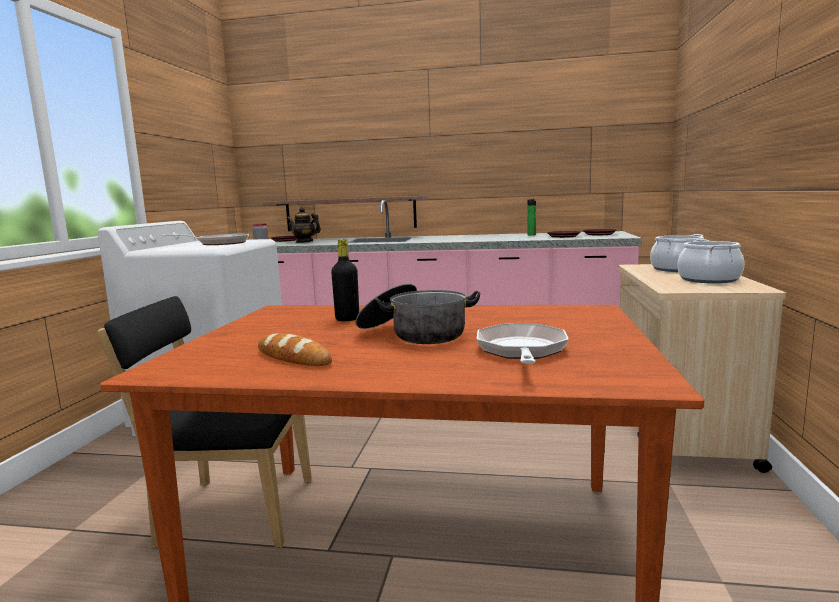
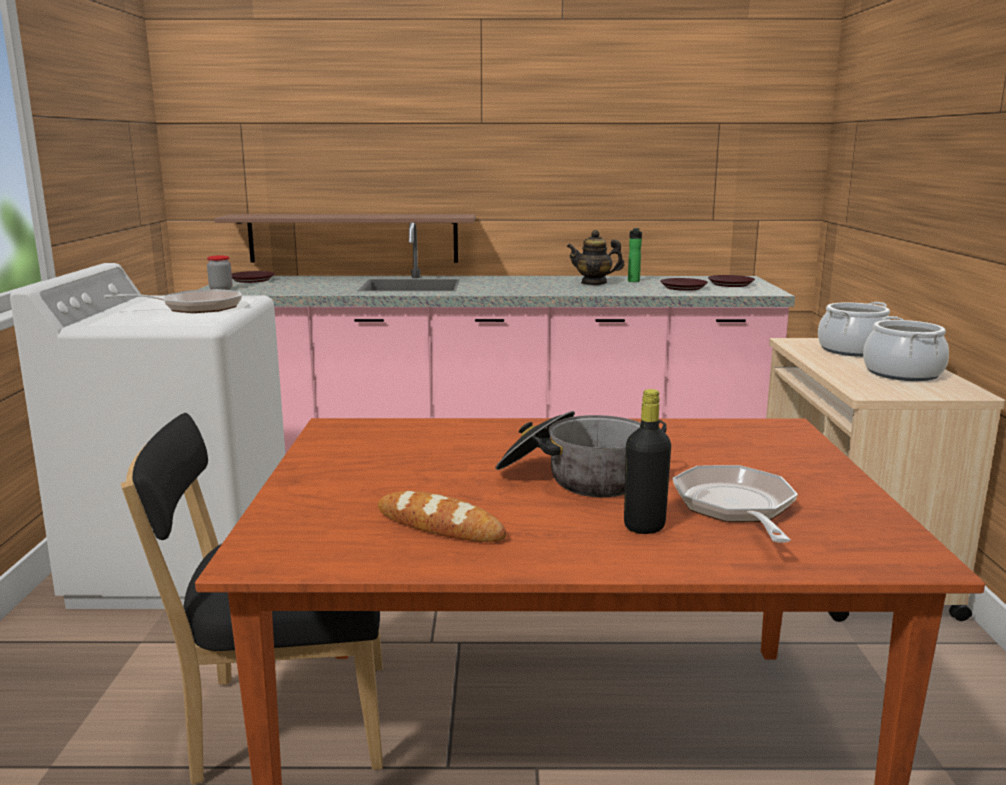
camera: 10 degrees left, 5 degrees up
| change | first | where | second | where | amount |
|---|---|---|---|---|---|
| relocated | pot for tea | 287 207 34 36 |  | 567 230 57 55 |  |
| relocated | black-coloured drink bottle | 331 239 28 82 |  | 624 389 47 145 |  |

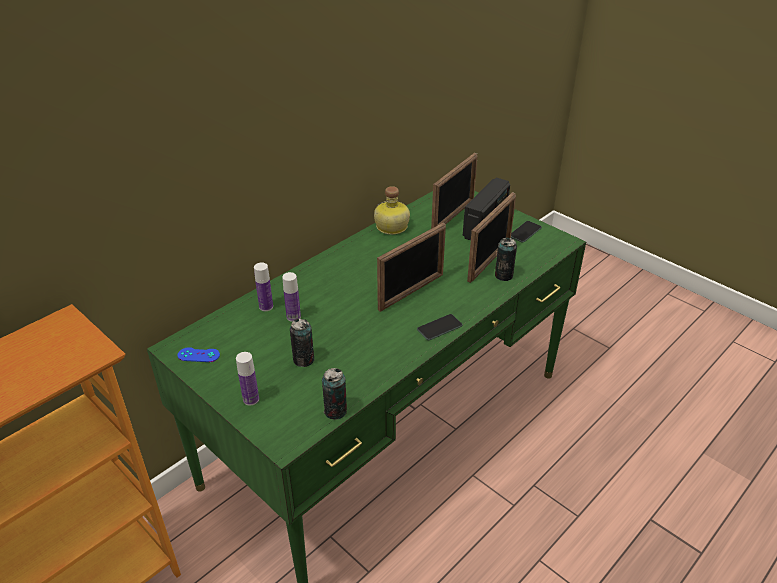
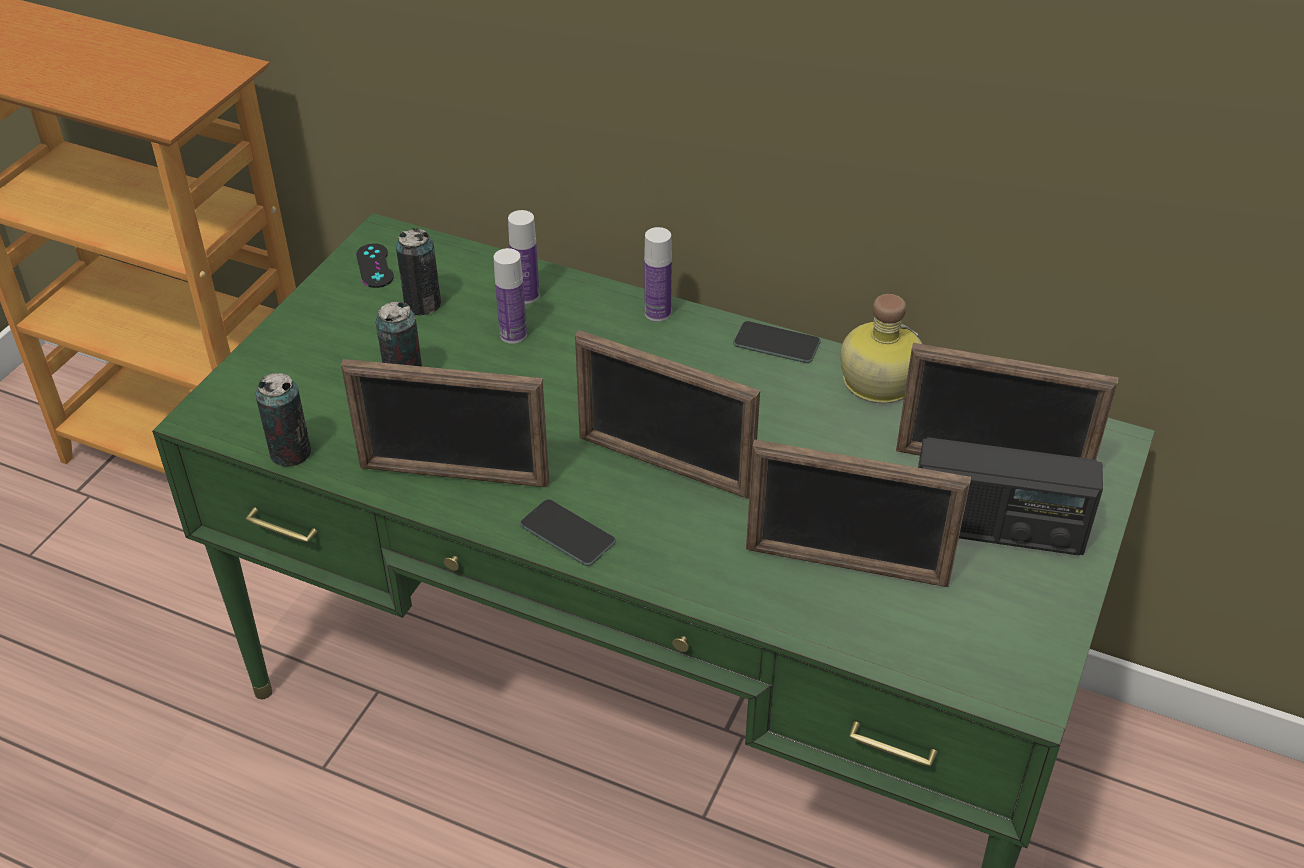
camera: 70 degrees right, 5 degrees up
| change | first | where | second | where | amount |
|---|---|---|---|---|---|
| appeared |  |  | photo frame | 341 359 208 129 |  |
| relocated | drink bottle | 236 352 23 53 |  | 644 227 28 95 |  |
| relocated | sealed can | 495 237 22 44 |  | 396 228 45 88 |  |
| relocated | telephone | 511 221 31 22 |  | 733 321 88 42 |  |
| colour | blue-coloured game controller | 178 347 42 15 | black-coloured game controller | 356 243 38 45 |  |

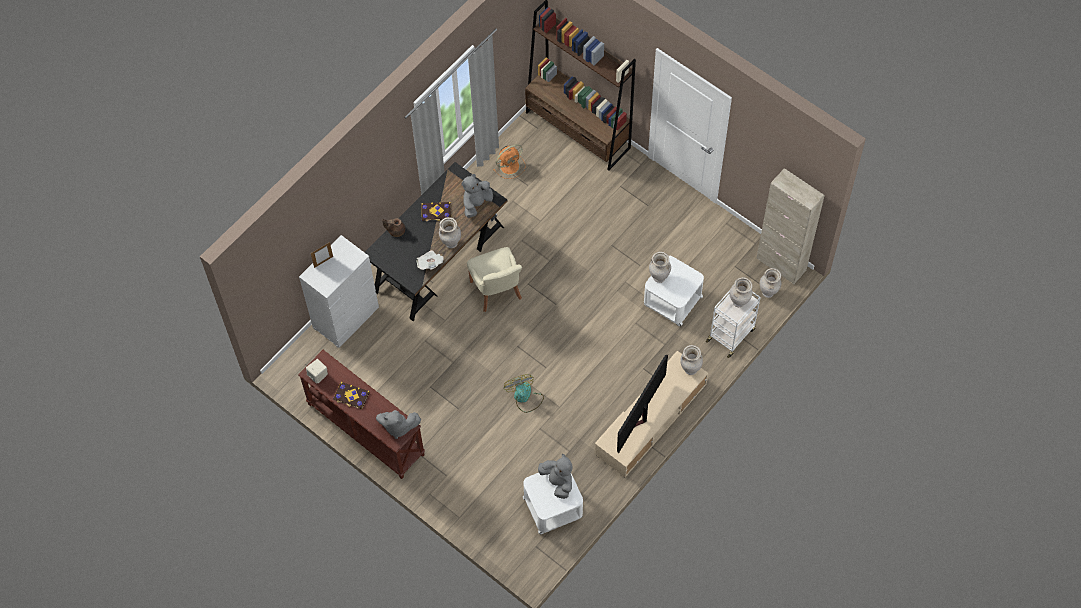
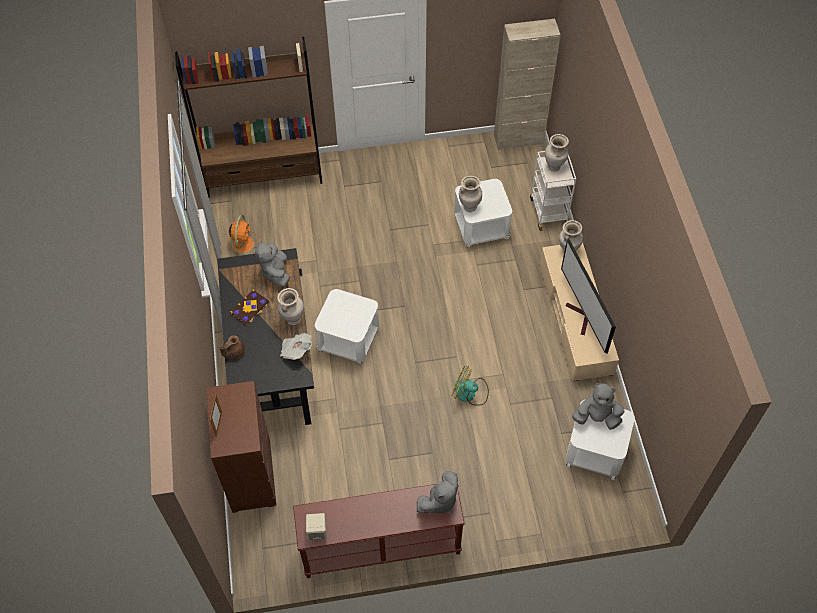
camera: 50 degrees left, 5 degrees down
| change | first | where | second | where | amount |
|---|---|---|---|---|---|
| missing | book | 333 382 37 27 |  |  |  |
| missing | beige decorative vase | 760 268 21 30 |  |  |  |
| exchanged | beige upright chair | 467 247 55 65 | whitish accent table | 315 289 64 75 |  |
| colour | whitish chest of drawers | 299 235 80 113 | brown chest of drawers | 206 381 70 132 |  |

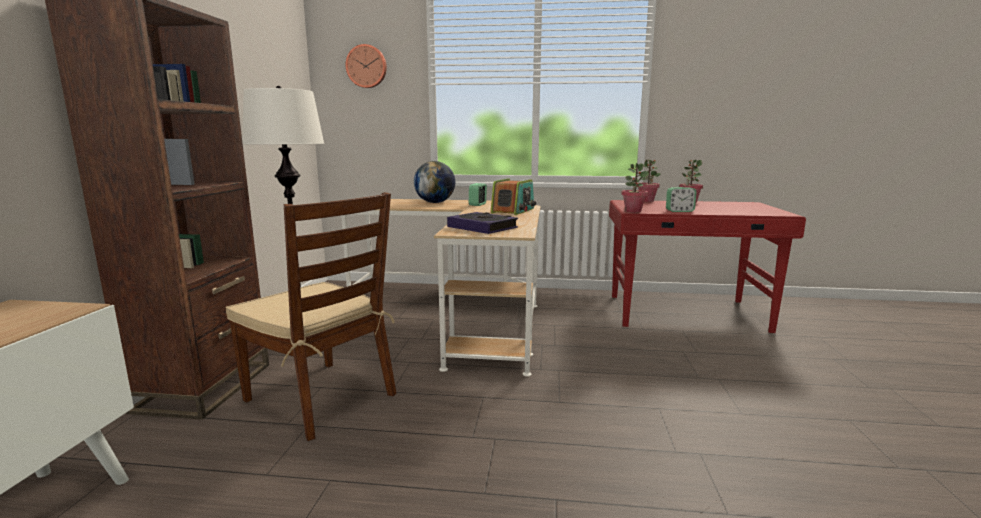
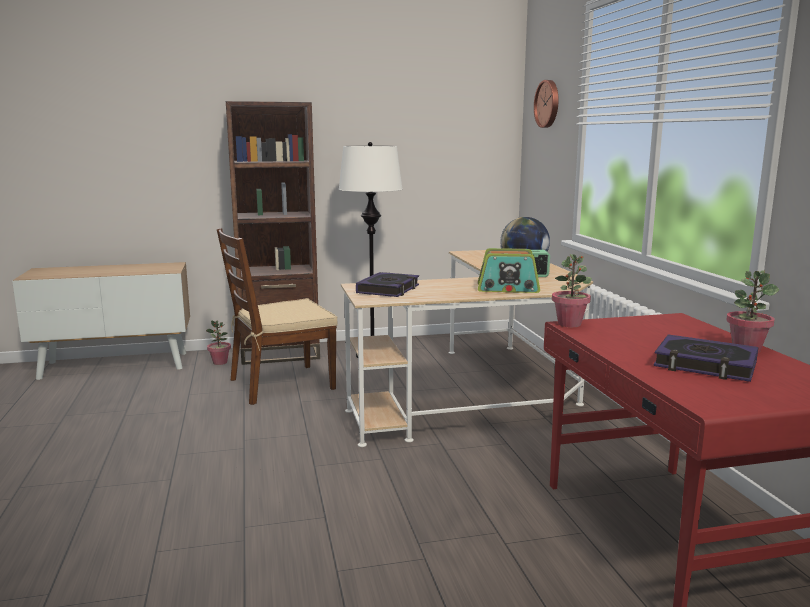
camera: 70 degrees right, 0 degrees up
| change | first | where | second | where | amount |
|---|---|---|---|---|---|
| missing | alarm clock | 666 187 30 25 |  |  |  |
| appeared |  |  | book | 653 334 105 48 |  |
| relocated | plant in a pot | 638 159 22 43 |  | 206 321 25 44 |  |
| spun | brown upright chair | 226 192 170 249 |  | 217 228 121 177 | 45 degrees clockwise |

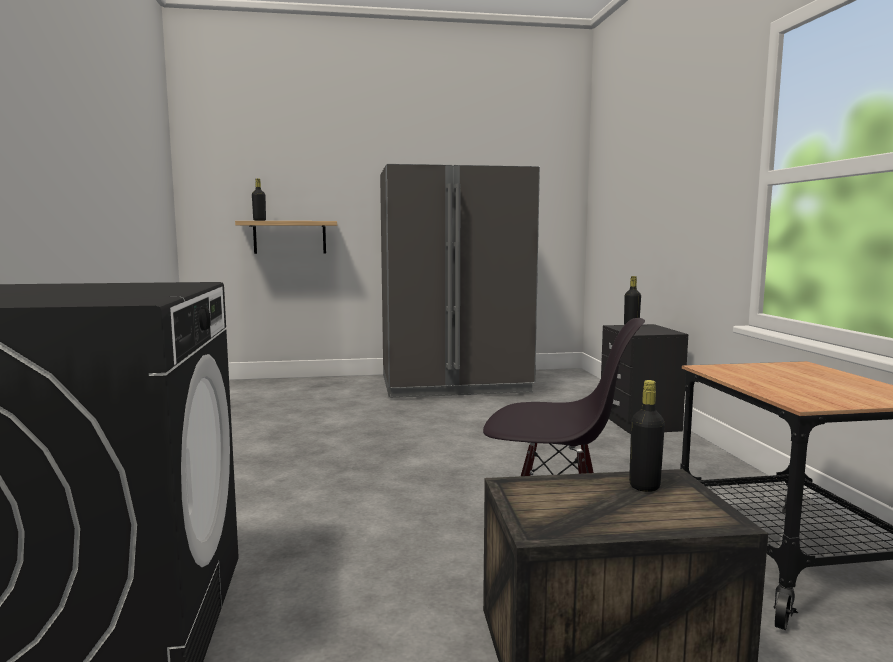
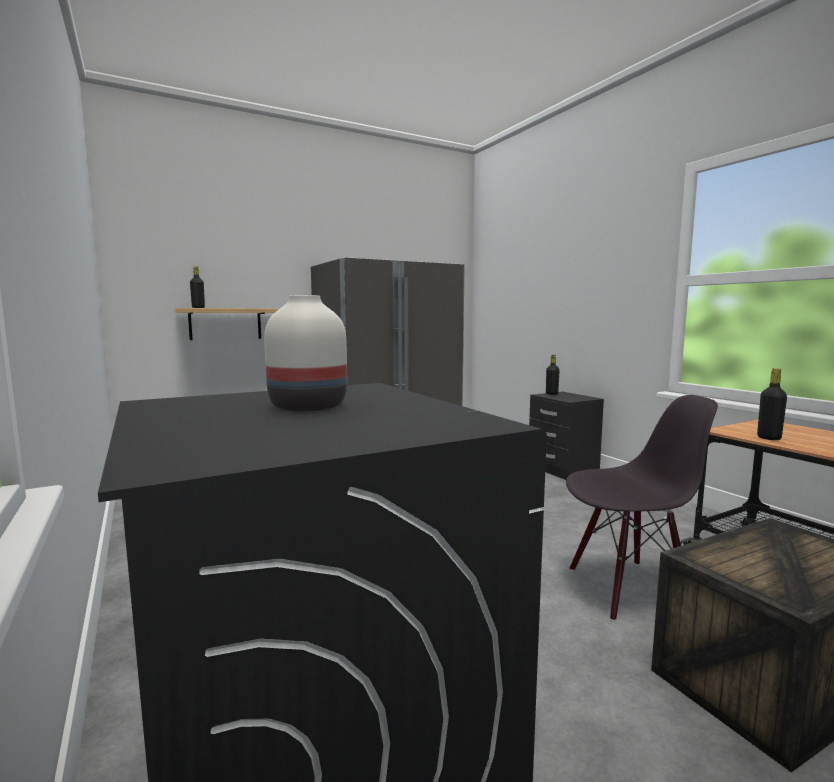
camera: 20 degrees left, 0 degrees up
| change | first | where | second | where | amount |
|---|---|---|---|---|---|
| appeared |  |  | whitish decorative vase | 264 295 83 117 |  |
| relocated | black-coloured drink bottle | 629 380 36 112 |  | 757 368 30 72 |  |

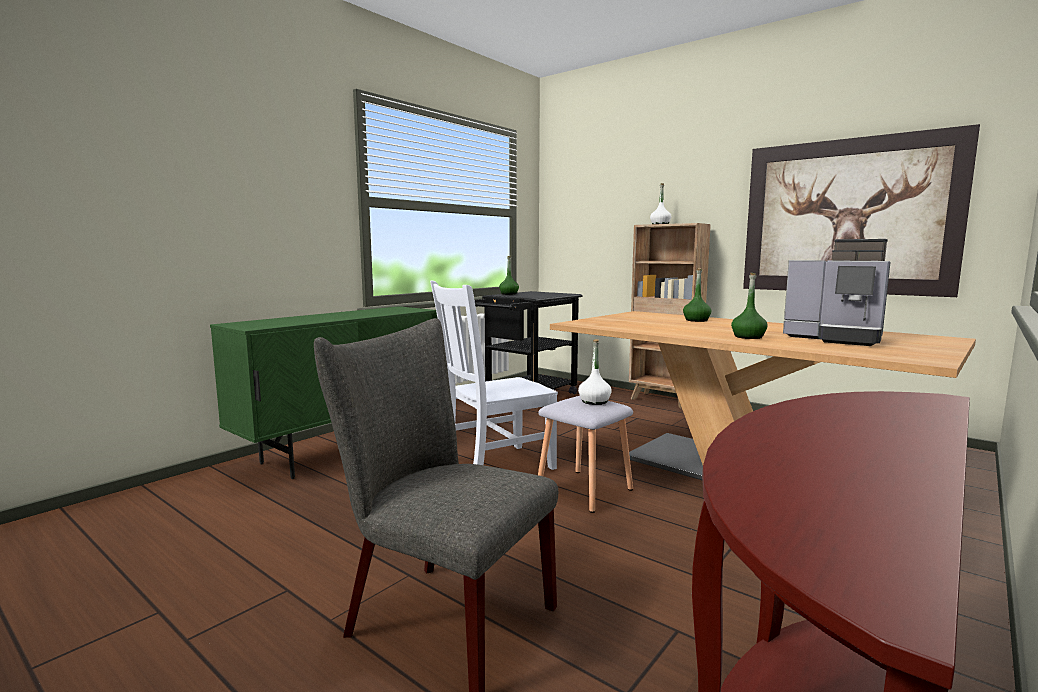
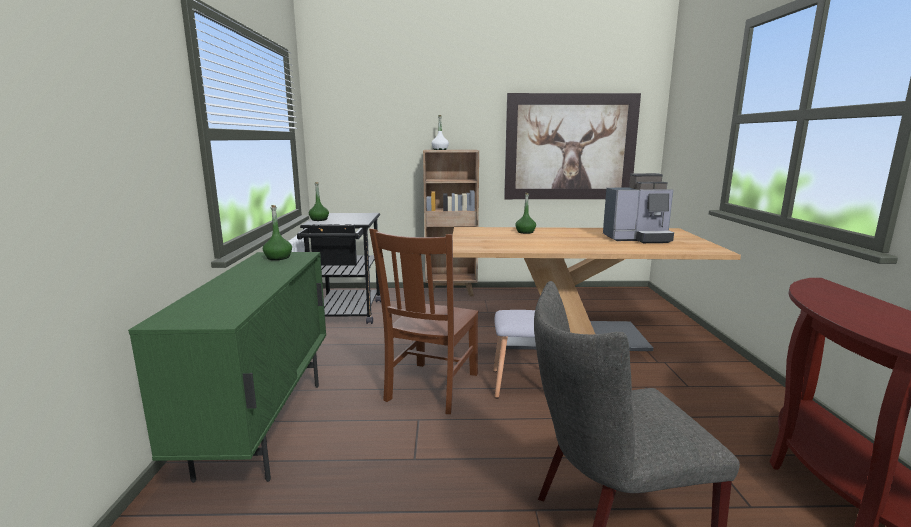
camera: 40 degrees left, 5 degrees up
| change | first | where | second | where | amount |
|---|---|---|---|---|---|
| missing | whitish drink bottle | 578 339 34 66 |  |  |  |
| relocated | green drink bottle | 731 273 37 66 |  | 263 205 29 55 |  |
| colour | whitish upright chair | 430 280 128 190 | brown upright chair | 369 228 109 186 |  |

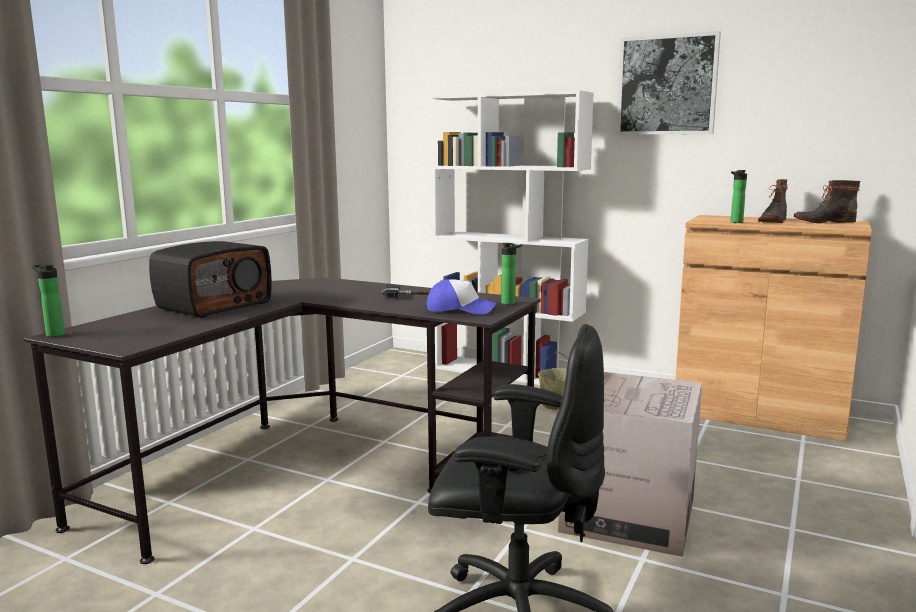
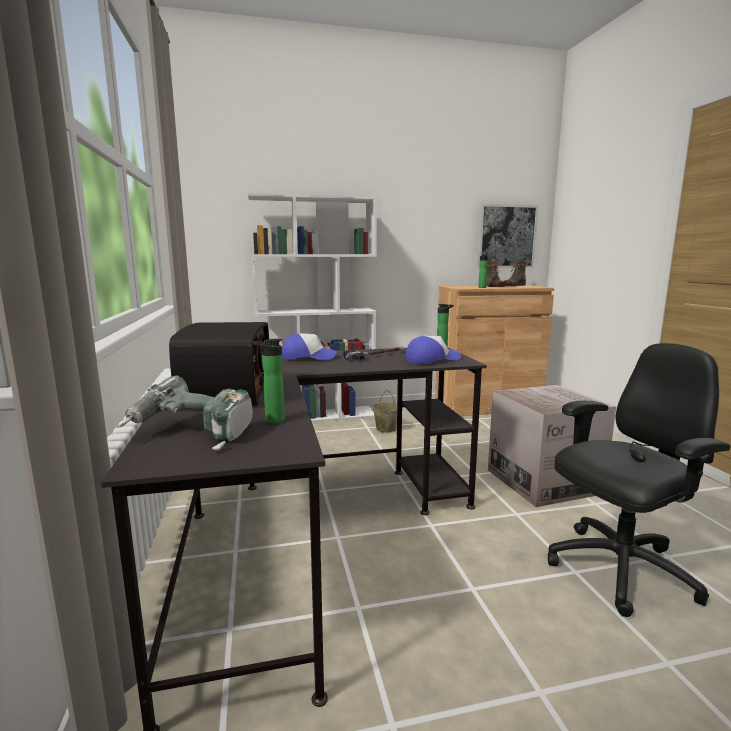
camera: 40 degrees left, 0 degrees up
| change | first | where | second | where | amount |
|---|---|---|---|---|---|
| appeared |  |  | electric drill | 117 375 136 76 |  |
| appeared |  |  | baseball cap | 282 333 56 27 |  |
| relocated | drink bottle | 32 264 33 73 |  | 253 339 32 85 |  |
| relocated | picture | 616 31 105 104 |  | 477 204 61 64 |  |

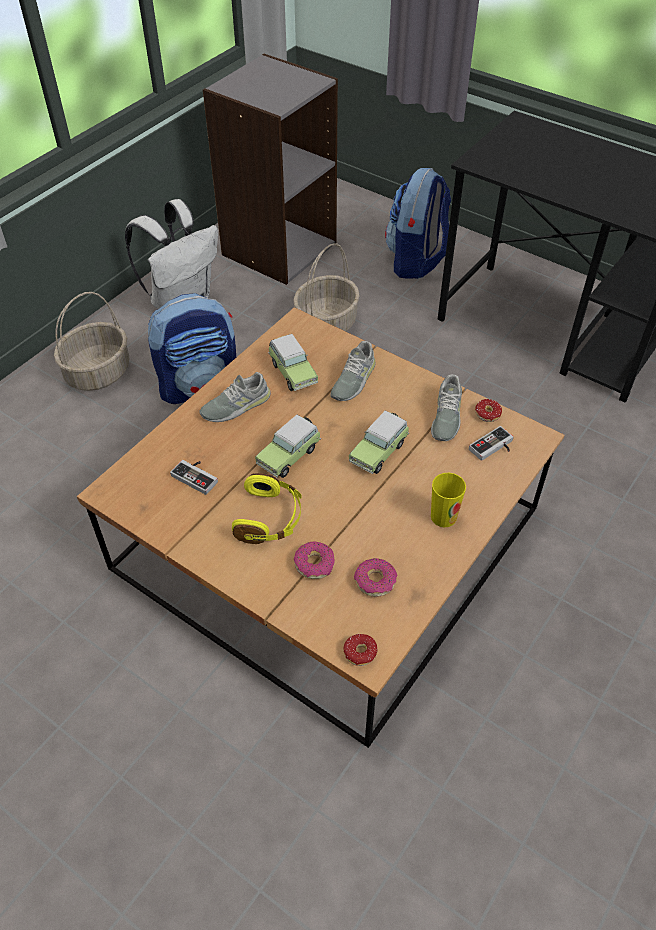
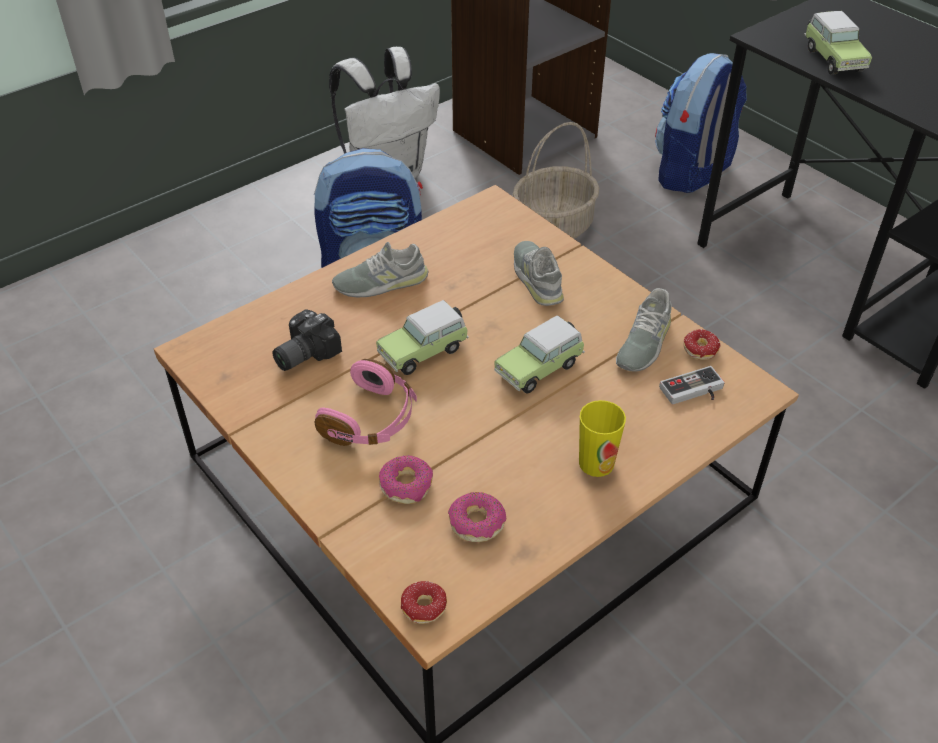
camera: 15 degrees right, 5 degrees down
| change | first | where | second | where | amount |
|---|---|---|---|---|---|
| missing | basket | 54 292 75 99 |  |  |  |
| relocated | model car | 268 334 50 57 |  | 804 11 68 64 |  |
| exchanged | game controller | 170 460 48 35 | photo camera | 272 310 70 61 |  |
| colour | yellow-coloured pair of headphones | 232 473 69 71 | pinkish pair of headphones | 314 359 103 87 |  |
| spun | grey low shoe | 330 341 45 60 |  | 514 241 50 65 | 120 degrees clockwise |

